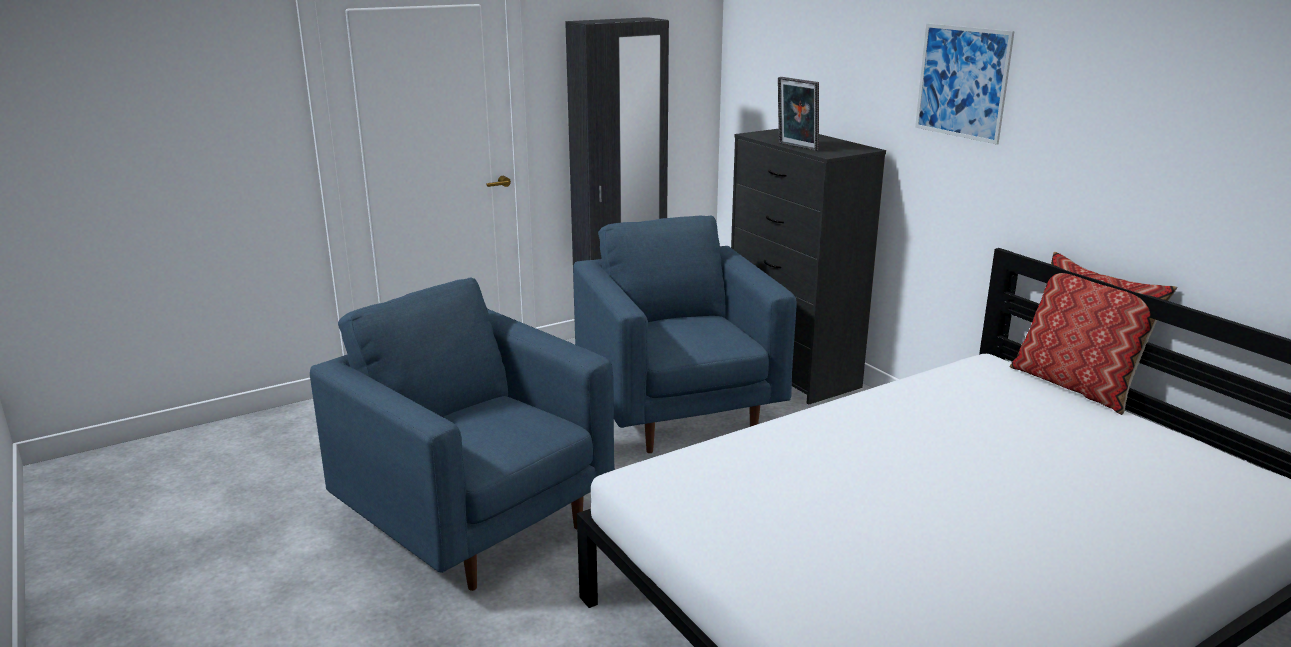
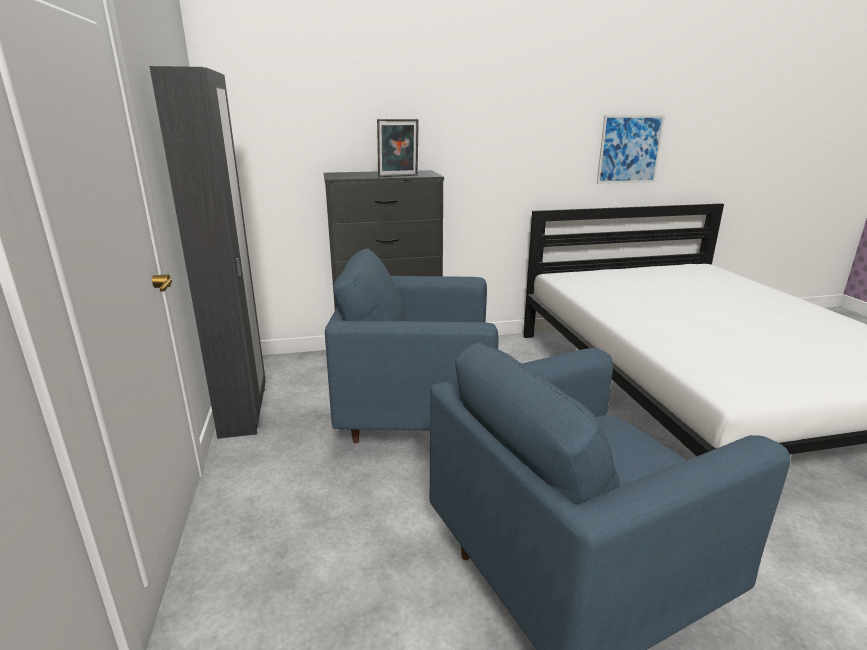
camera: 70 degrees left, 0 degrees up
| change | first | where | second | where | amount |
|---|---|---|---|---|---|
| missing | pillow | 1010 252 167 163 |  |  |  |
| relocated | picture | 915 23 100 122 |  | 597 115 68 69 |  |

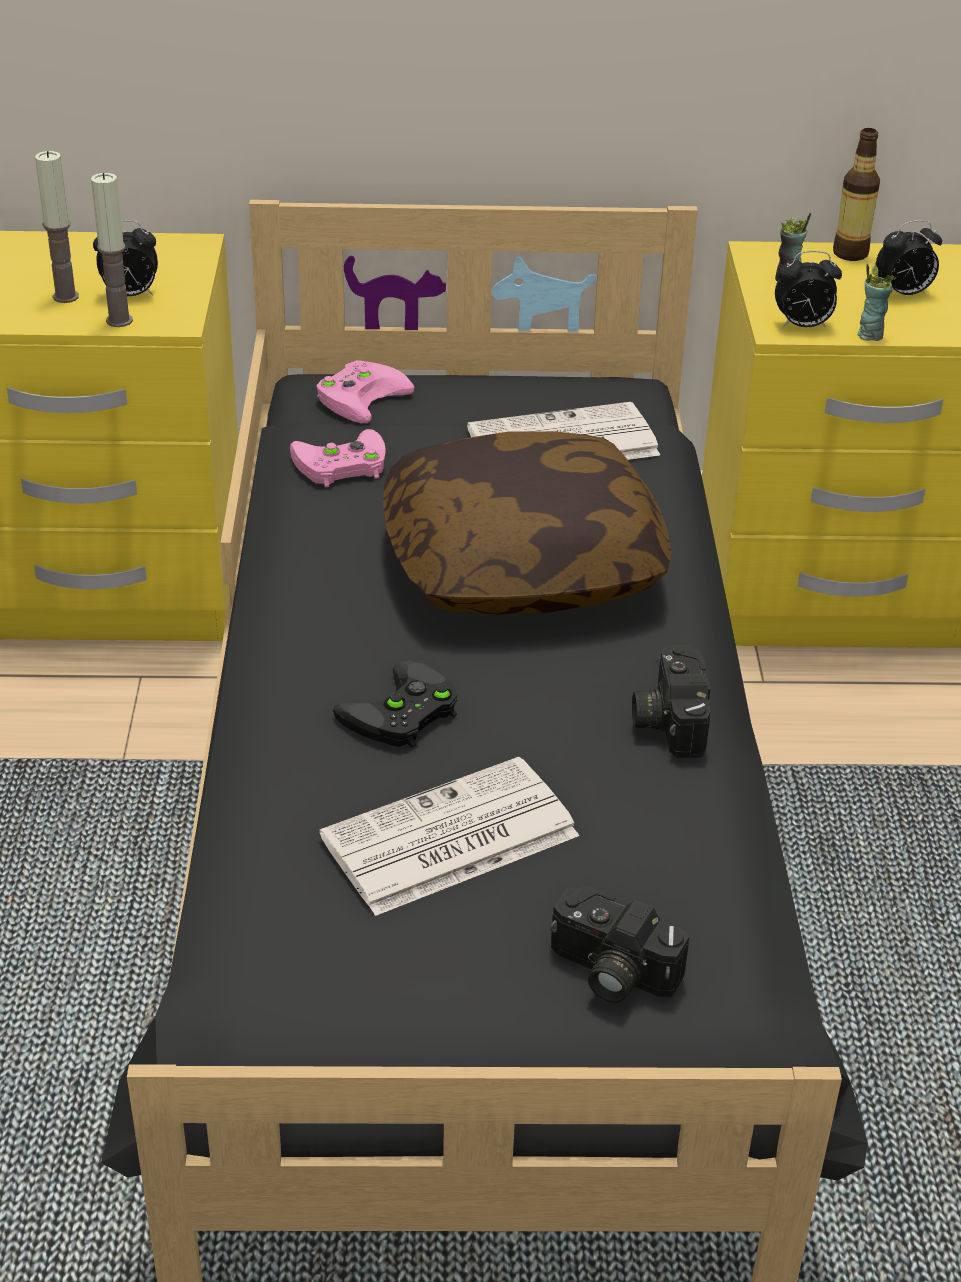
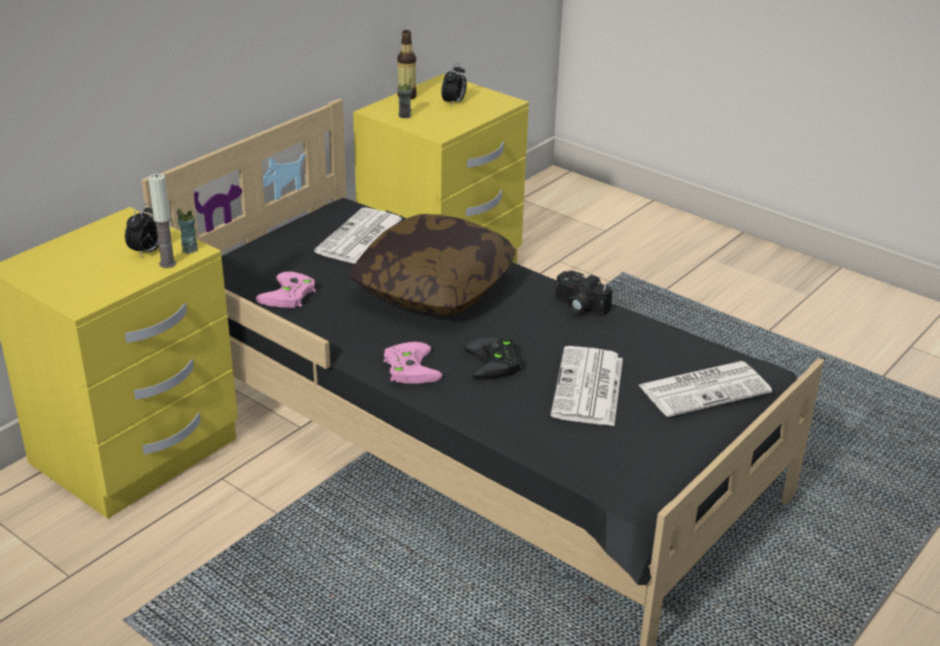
camera: 50 degrees left, 5 degrees down
| change | first | where | second | where | amount |
|---|---|---|---|---|---|
| missing | wax candle | 35 151 44 152 |  |  |  |
| missing | alarm clock | 775 251 67 77 |  |  |  |
| relocated | pinkish game controller | 317 360 97 63 |  | 384 342 58 42 |  |
| relocated | small cup | 857 263 37 78 |  | 177 209 21 45 |  |
| exchanged | photo camera | 550 886 139 117 | newspaper | 639 361 133 56 |  |

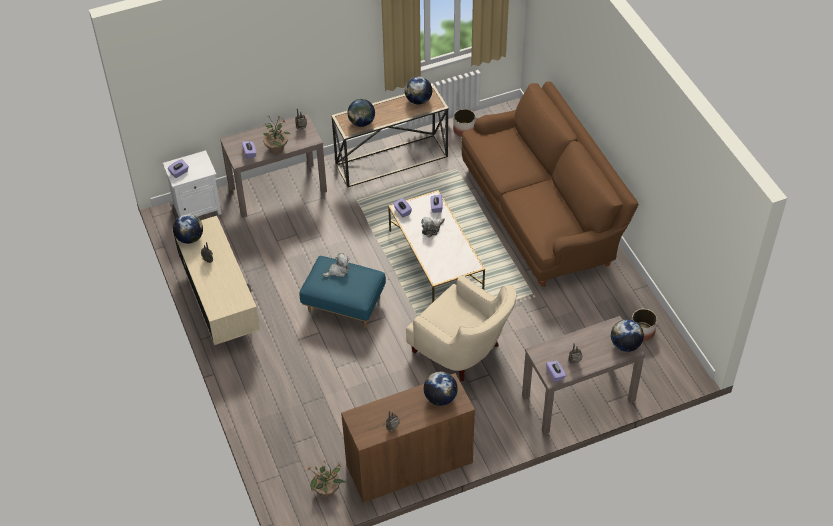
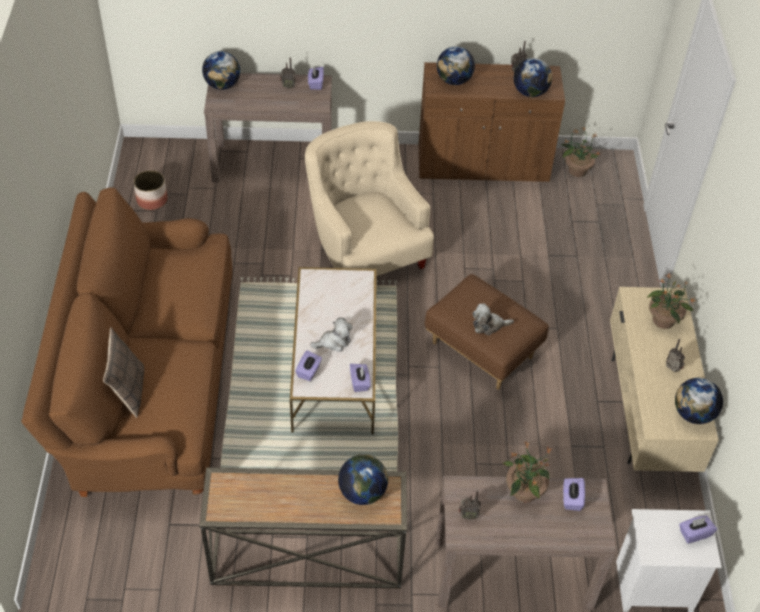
camera: 160 degrees left, 0 degrees up
| change | first | where | second | where | amount |
|---|---|---|---|---|---|
| missing | flower pot | 453 109 23 28 |  |  |  |
| appeared |  |  | pillow | 103 327 41 91 |  |
| appeared |  |  | plant in a pot | 647 273 49 56 |  |
| relocated | world globe | 405 77 27 28 |  | 514 58 38 39 |  |
| colour | blue-coloured pouffe | 299 256 87 72 | brown pouffe | 425 274 124 116 |  |

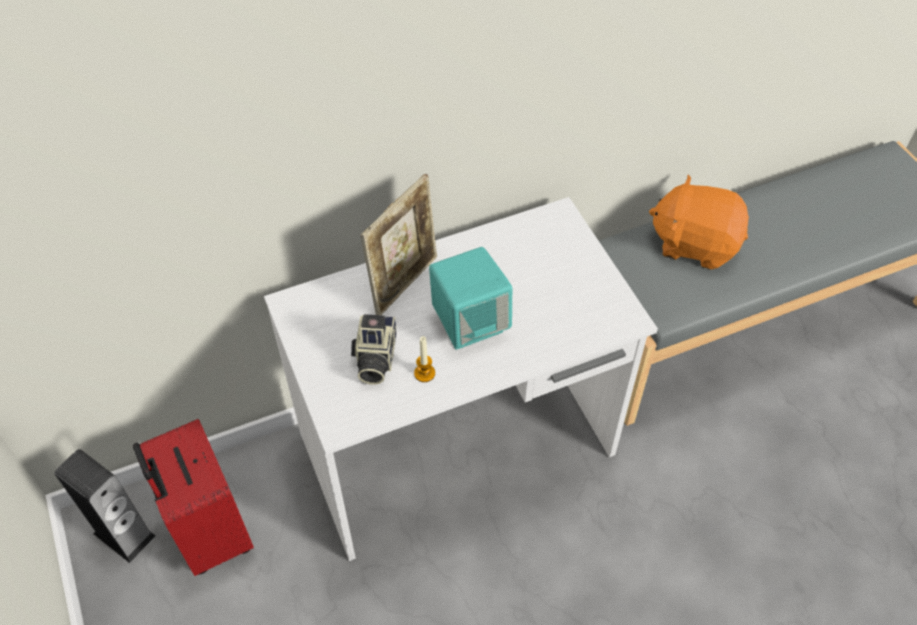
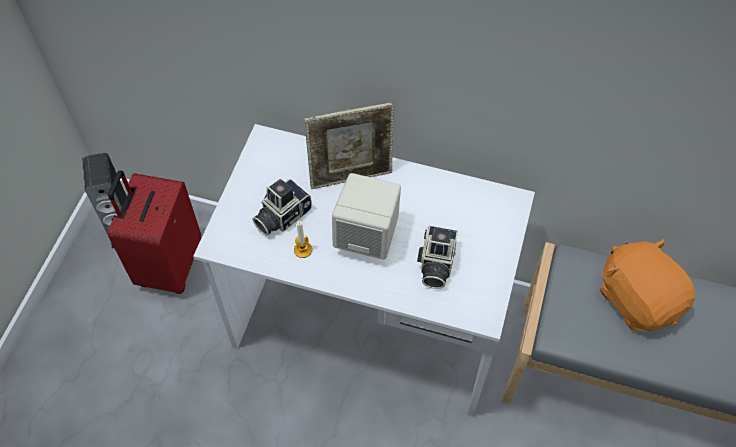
camera: 40 degrees right, 5 degrees up
| change | first | where | second | where | amount |
|---|---|---|---|---|---|
| appeared |  |  | photo camera | 417 226 41 63 |  |
| colour | blue-green loudspeaker | 429 247 83 103 | beige loudspeaker | 332 173 69 86 |  |

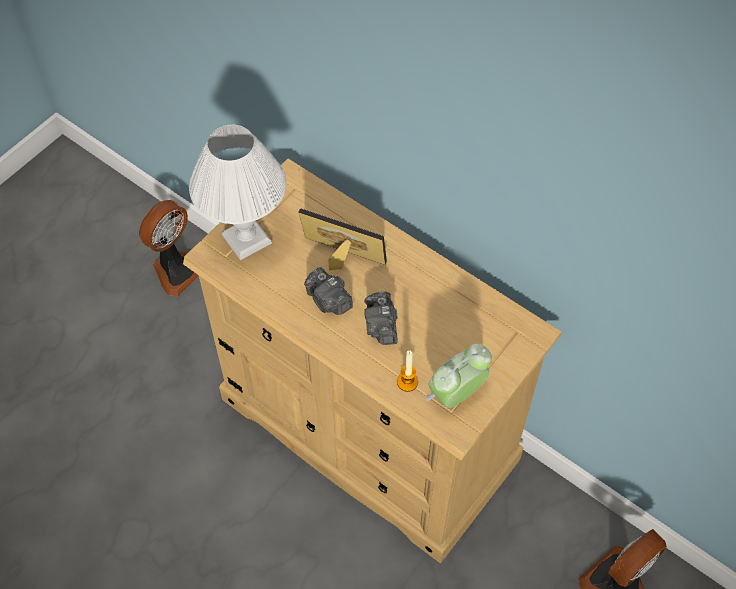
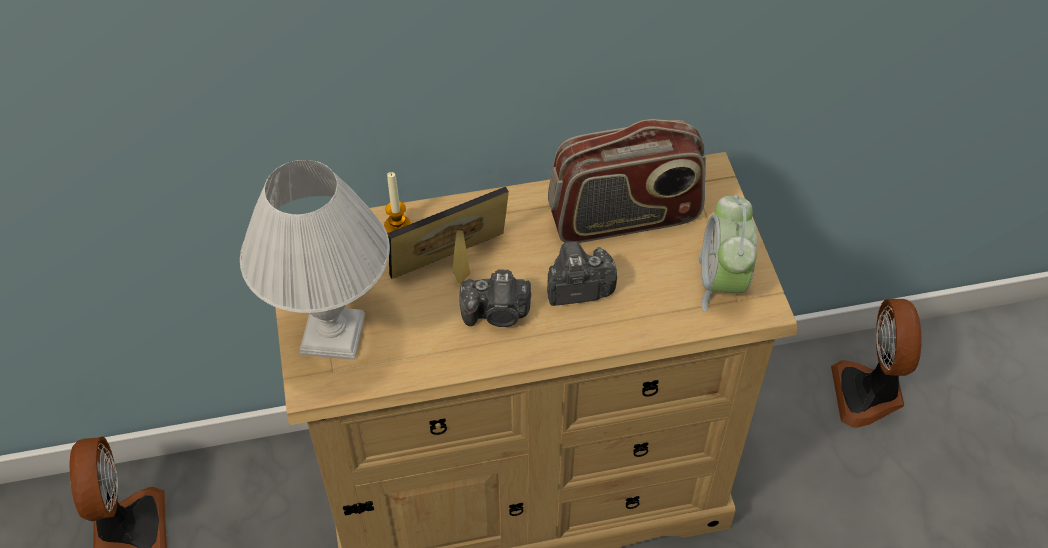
camera: 50 degrees left, 5 degrees down
| change | first | where | second | where | amount |
|---|---|---|---|---|---|
| appeared |  |  | radio | 548 119 158 124 |  |
| relocated | wax candle | 397 350 21 42 |  | 384 172 27 62 |  |
| spun | photo camera | 364 291 34 54 |  | 547 241 70 65 | 135 degrees clockwise |

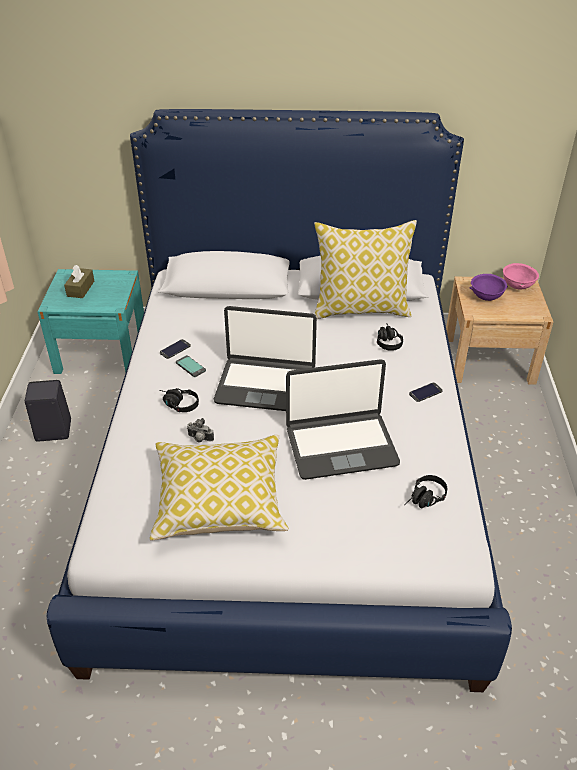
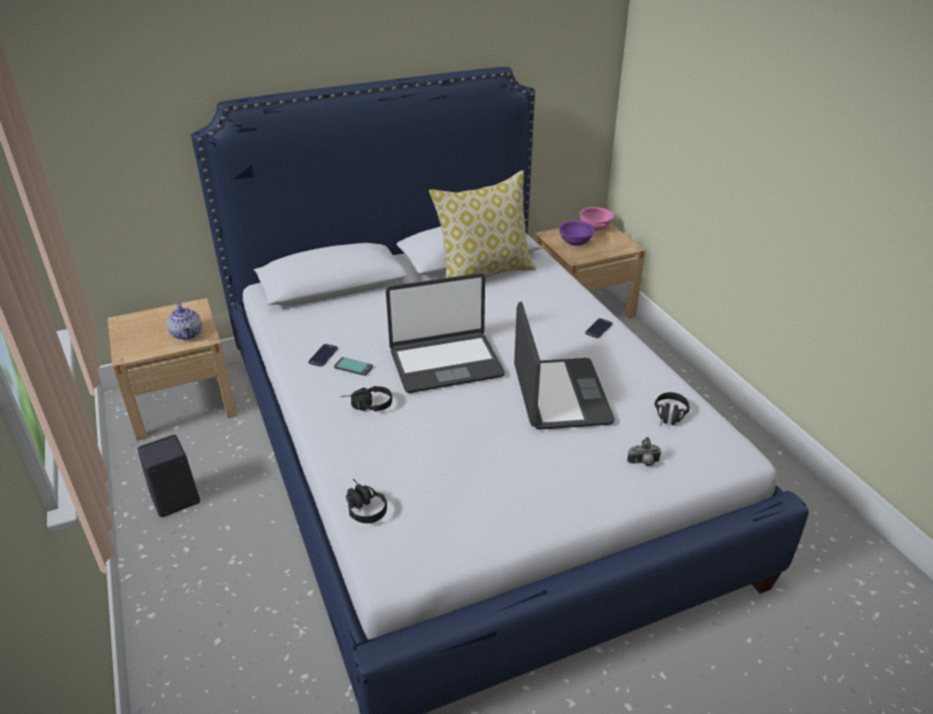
camera: 25 degrees left, 5 degrees down
| change | first | where | second | where | amount |
|---|---|---|---|---|---|
| missing | brown tissue box | 64 265 30 33 |  |  |  |
| missing | pillow | 150 435 139 105 |  |  |  |
| appeared |  |  | pot for tea | 167 303 35 37 |  |
| relocated | photo camera | 187 418 27 25 |  | 627 437 35 30 |  |
| relocated | black-coloured pair of headphones | 377 323 26 28 |  | 346 479 41 44 |  |
| colour | blue-green bedside table | 37 269 107 105 | beige bedside table | 107 298 130 143 |  |
| spun | laptop | 286 359 114 121 |  | 514 302 101 128 | 60 degrees counterclockwise |

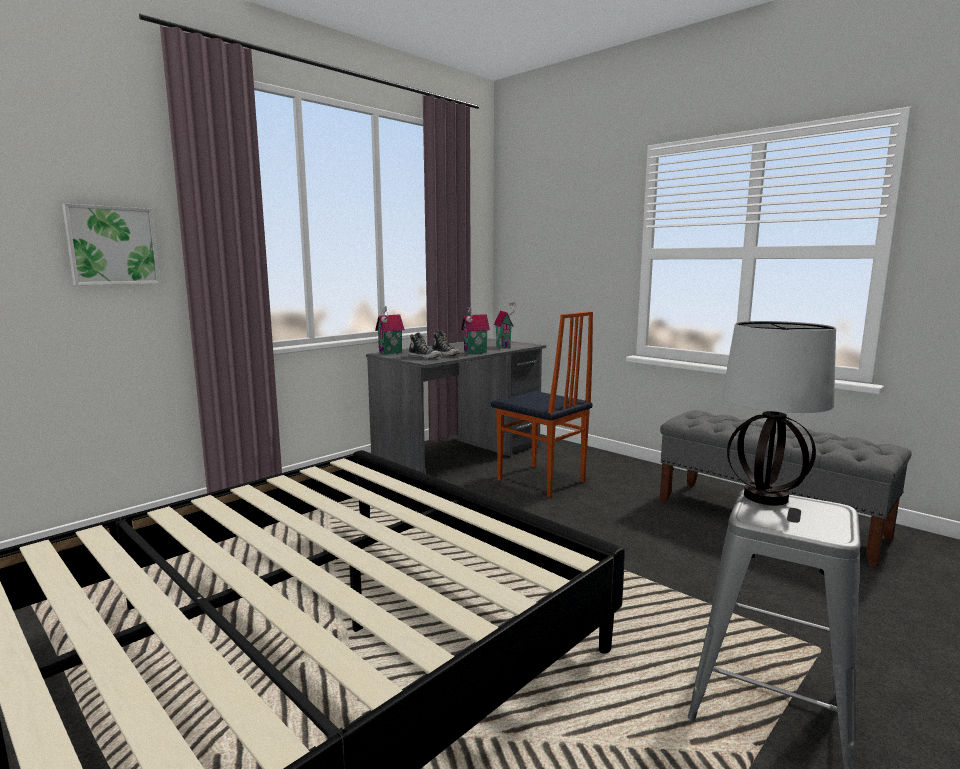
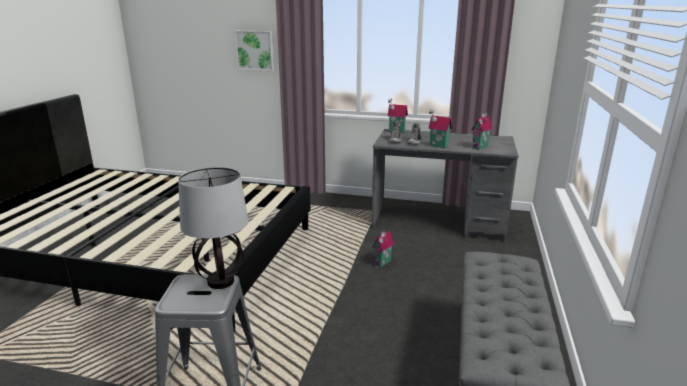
camera: 60 degrees right, 10 degrees up
| change | first | where | second | where | amount |
|---|---|---|---|---|---|
| missing | upright chair | 491 311 102 187 |  |  |  |
| appeared |  |  | model house | 372 231 22 37 |  |

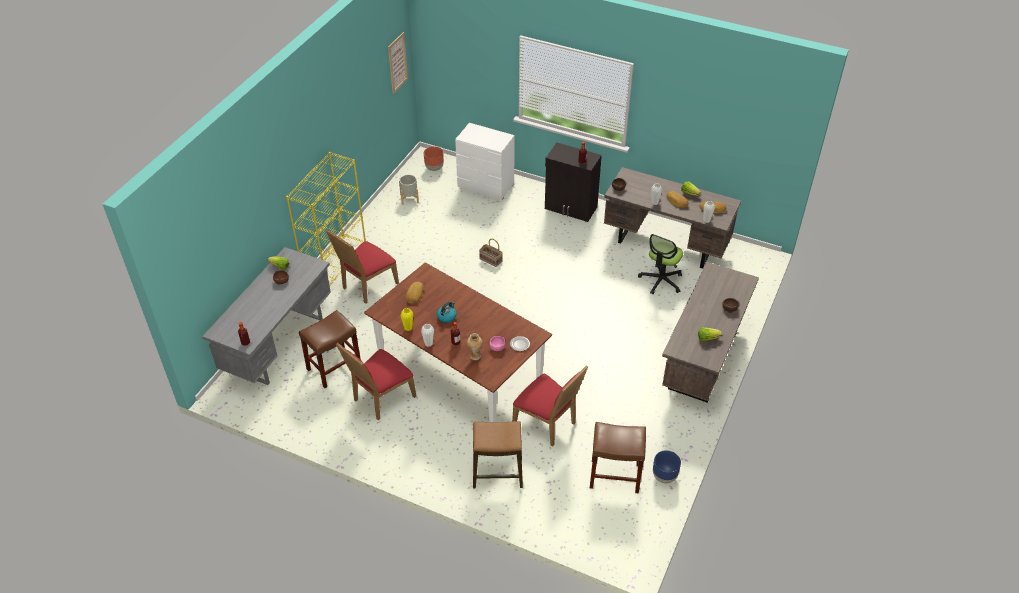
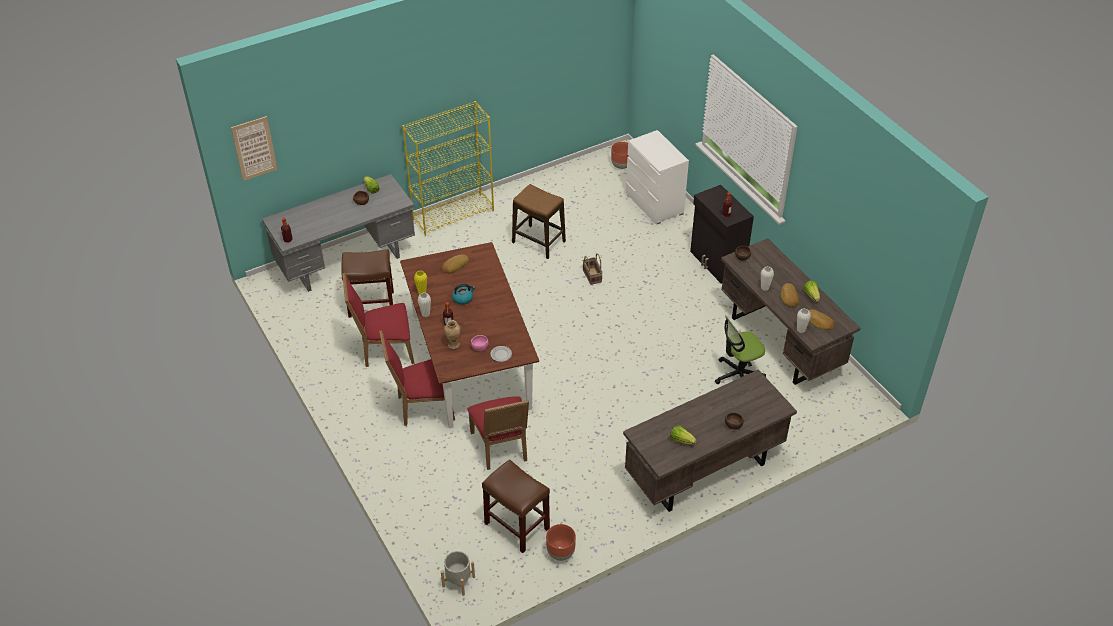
camera: 35 degrees right, 0 degrees up
| change | first | where | second | where | amount |
|---|---|---|---|---|---|
| relocated | red upright chair | 326 230 73 74 |  | 379 330 76 96 |  |
| relocated | picture | 388 32 20 62 |  | 231 116 47 65 |  |
| relocated | grey flower pot | 399 175 20 30 |  | 441 551 34 45 |  |
| relocated | stool | 473 421 50 68 |  | 512 184 54 75 |  |
| colour | blue-coloured flower pot | 653 450 28 33 | brown flower pot | 546 524 30 37 |  |

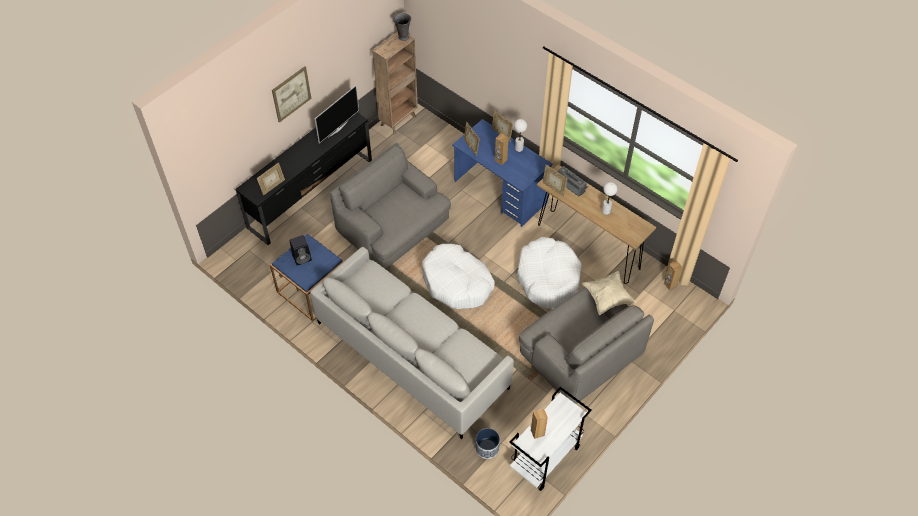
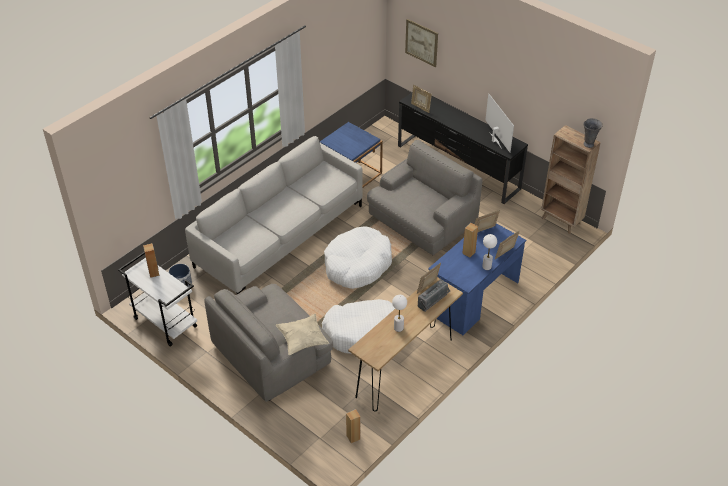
camera: 90 degrees right, 10 degrees down
| change | first | where | second | where | amount |
|---|---|---|---|---|---|
| missing | black-coloured loudspeaker | 290 235 22 31 |  |  |  |
| relocated | picture | 272 66 39 57 |  | 405 19 33 48 |  |
| spun | television | 315 85 44 58 |  | 485 93 29 60 | 150 degrees counterclockwise |

